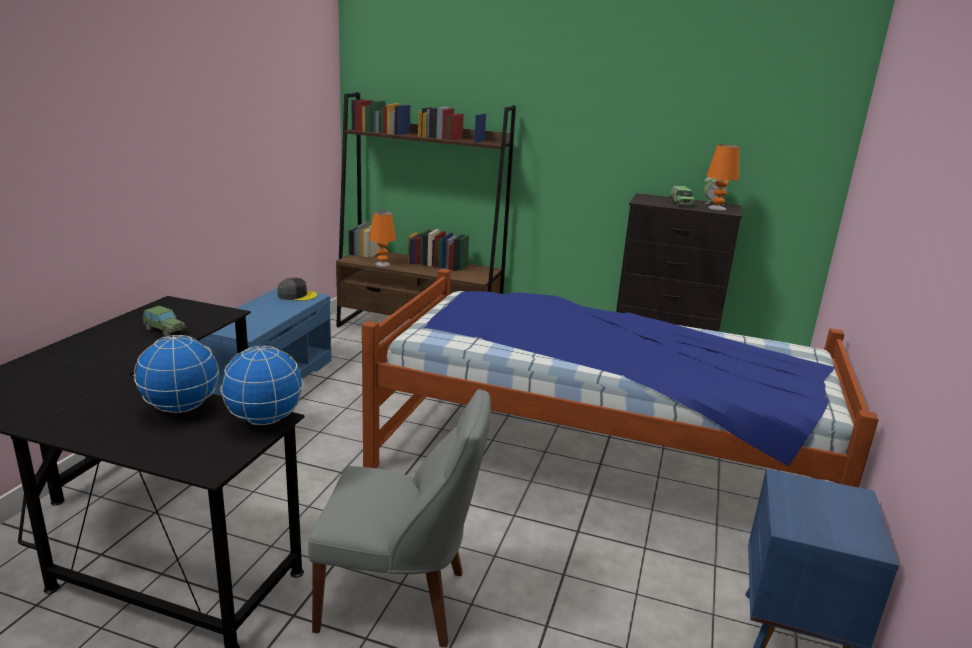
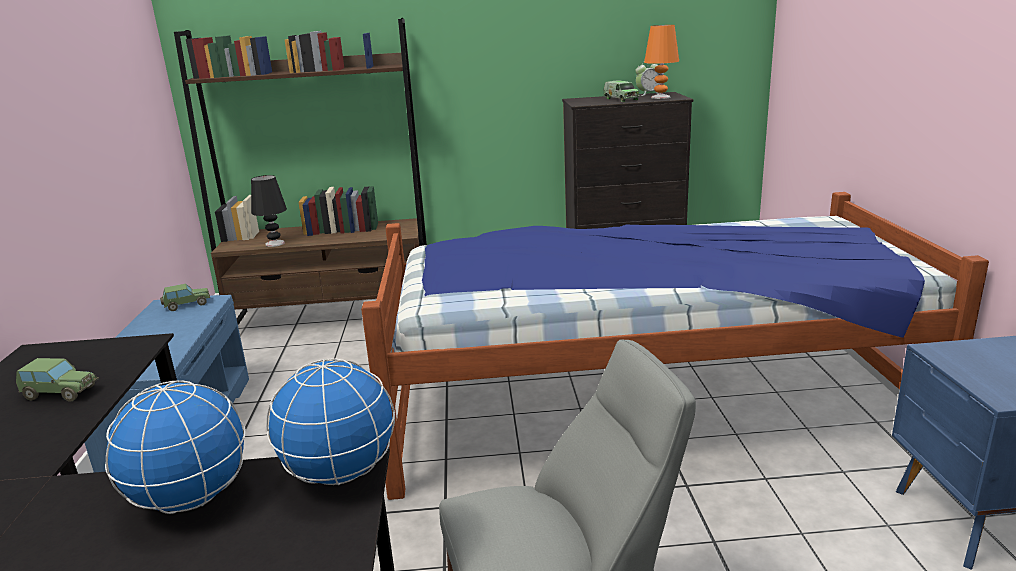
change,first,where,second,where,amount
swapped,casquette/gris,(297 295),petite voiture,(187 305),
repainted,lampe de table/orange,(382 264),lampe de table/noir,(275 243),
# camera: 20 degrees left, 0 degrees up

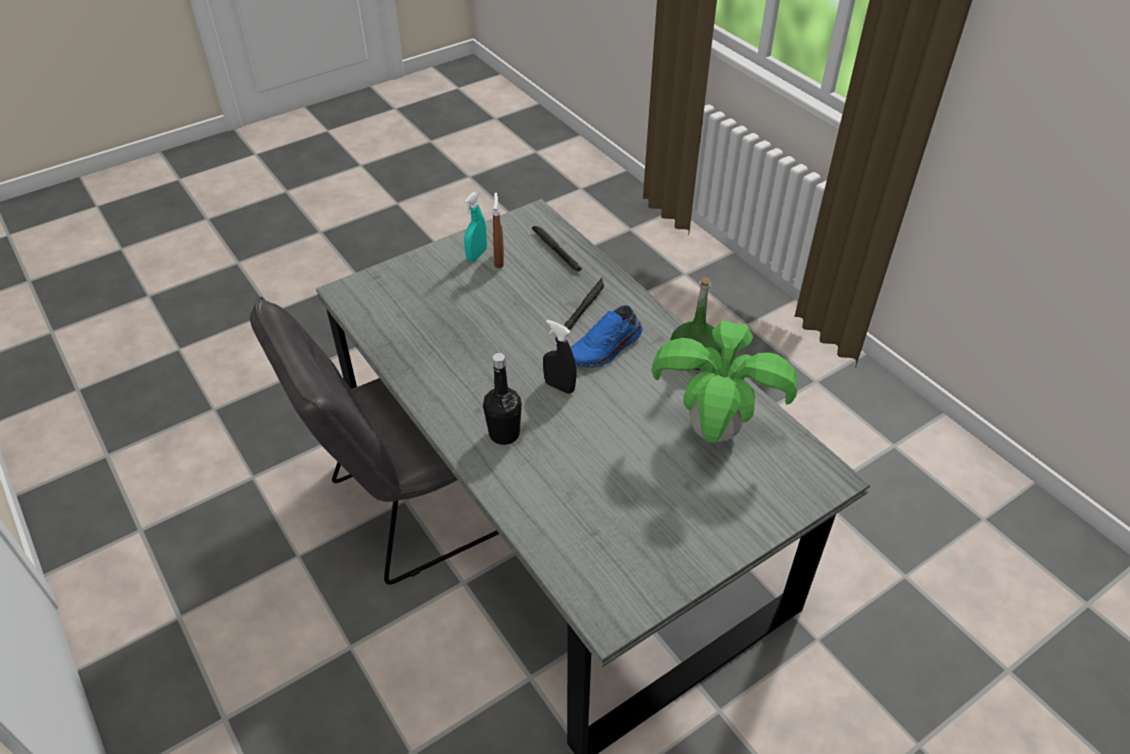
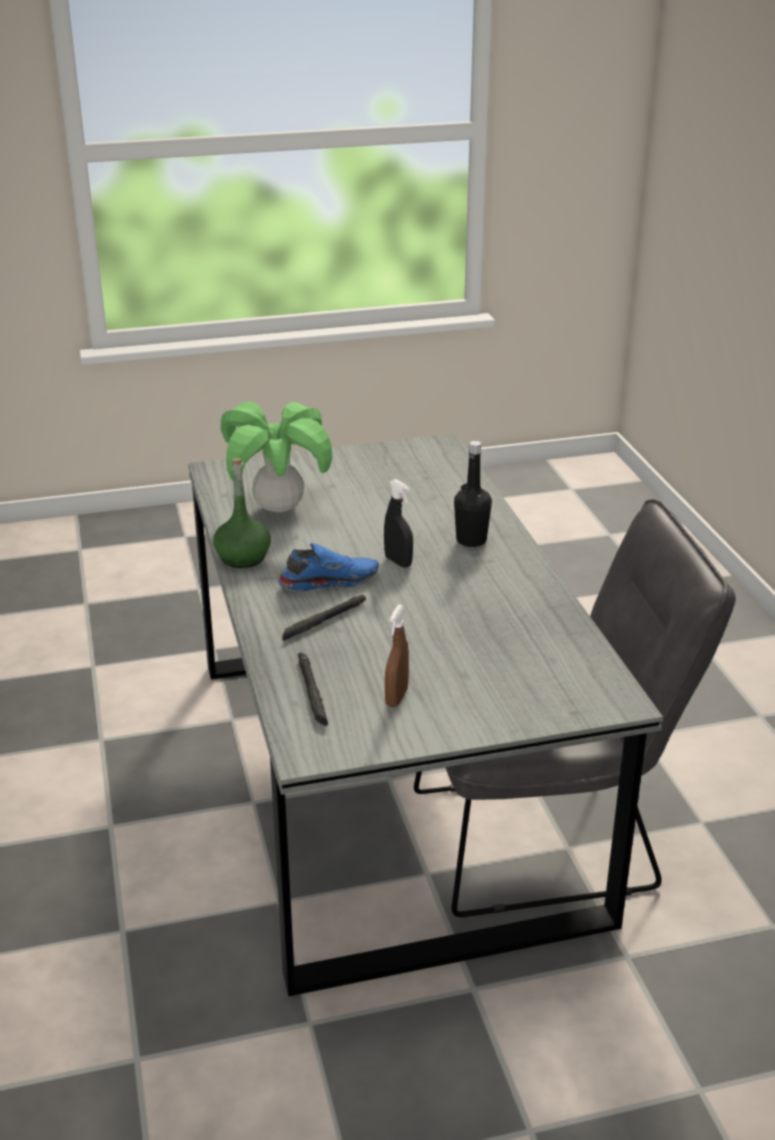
change,first,where,second,where,amount
gone,vaporisateur/turquoise,(476 255),,,
# camera: 160 degrees left, 15 degrees down

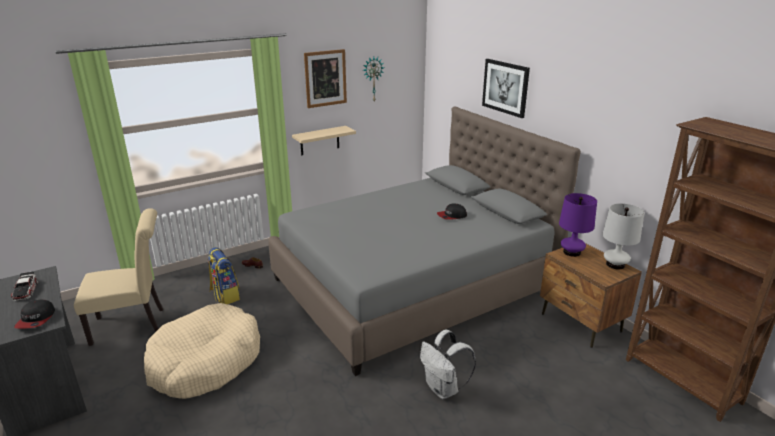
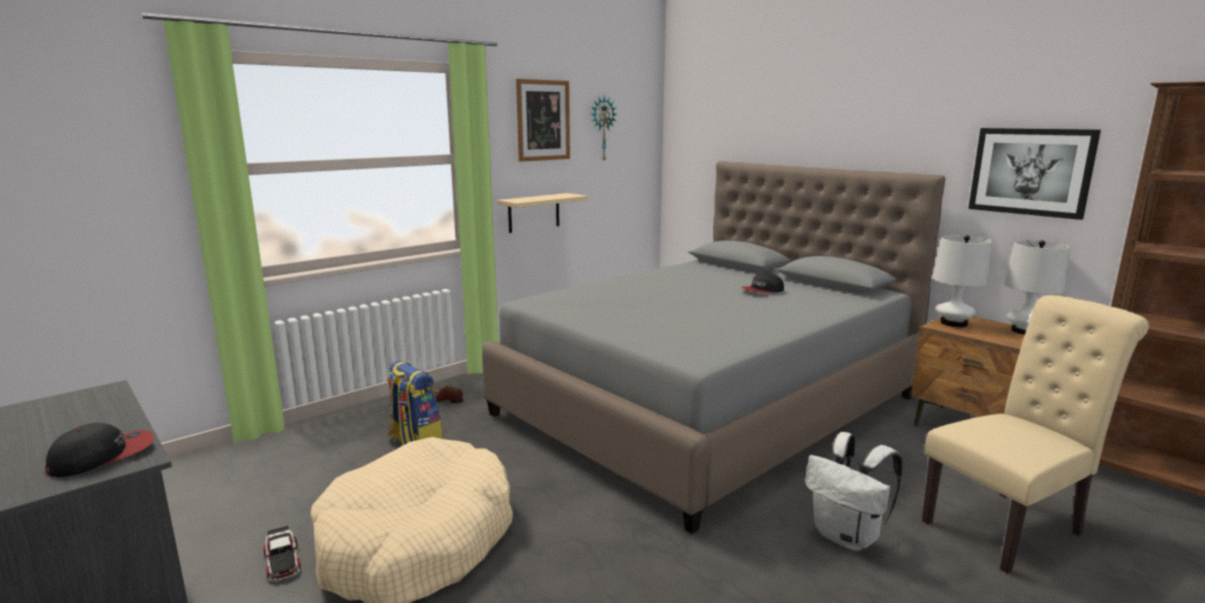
change,first,where,second,where,amount
shifted,petite voiture,(25 290),,(282 561),
shifted,chaise/beige,(133 325),,(1009 526),
shifted,tableau,(505 87),,(1030 171),
repainted,lampe de table/violet,(571 252),lampe de table/blanc,(953 323),
rotated,casquette,(36 319),,(103 456),120 degrees counterclockwise
# camera: 10 degrees left, 10 degrees down

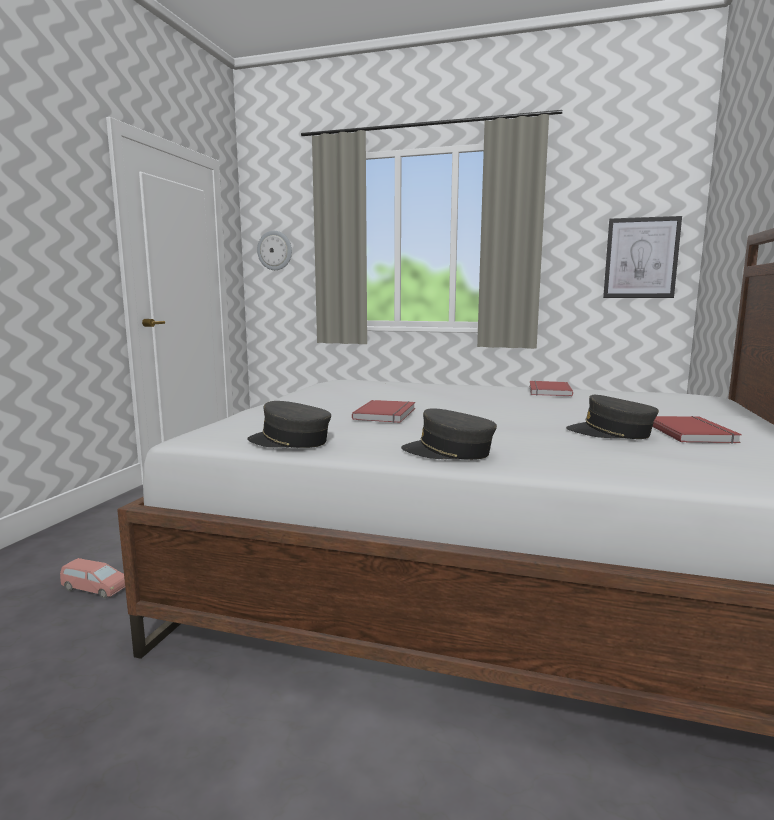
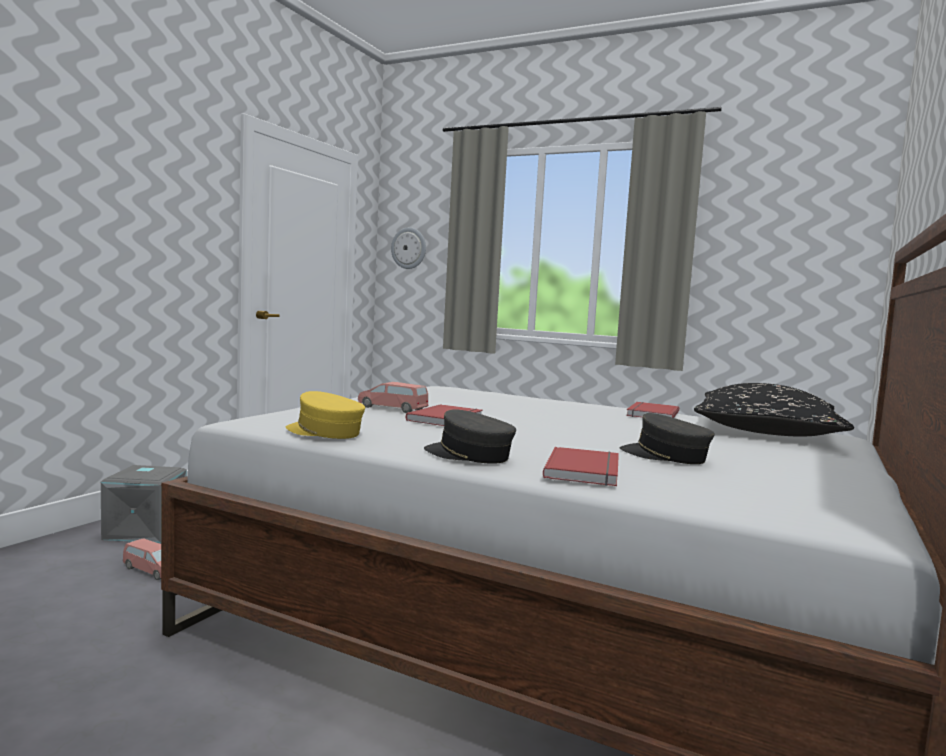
change,first,where,second,where,amount
gone,tableau,(641 258),,,
new,,,boîte de rangement/gris,(144 531),
new,,,petite voiture/rose,(393 409),
new,,,coussin/noir,(766 432),
shifted,livre/rouge,(692 432),,(586 470),
repainted,casquette/gris,(290 441),casquette/jaune,(324 432),
# camera: 10 degrees right, 5 degrees down

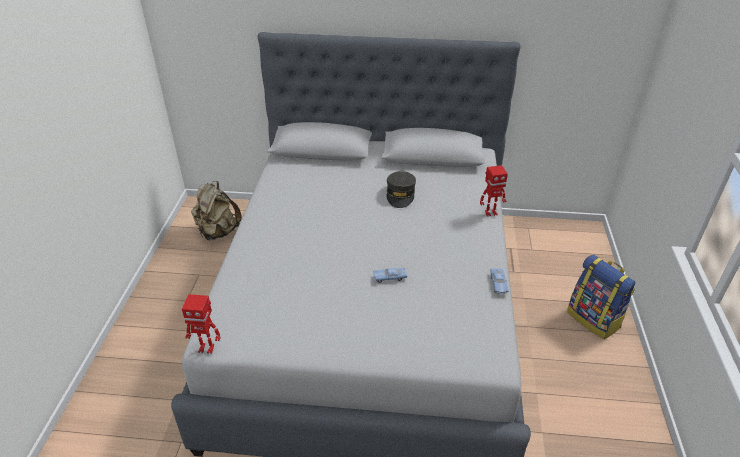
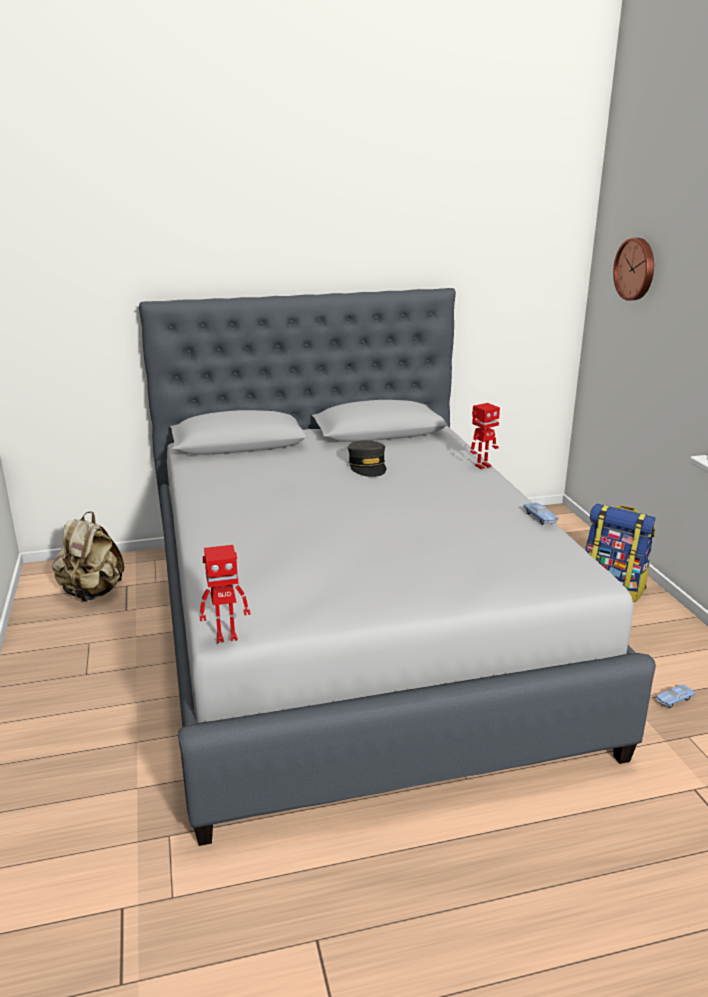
change,first,where,second,where,amount
new,,,horloge murale,(636 269),
shifted,petite voiture/bleu,(389 277),,(674 699),
# camera: 20 degrees left, 15 degrees down

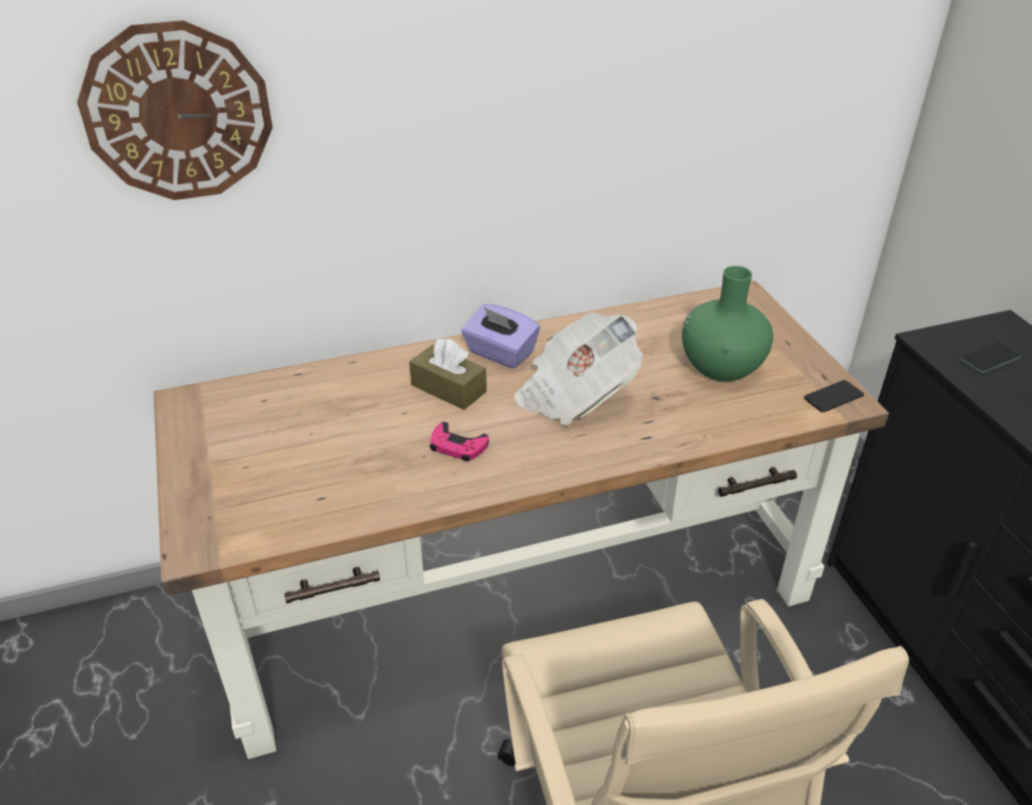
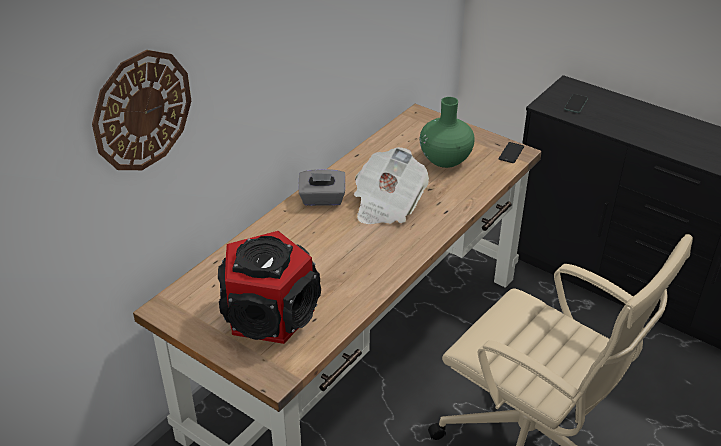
change,first,where,second,where,amount
gone,boîte à mouchoirs/marron,(448 388),,,
gone,manette/rose,(457 446),,,
new,,,enceinte,(270 314),
repainted,boîte à mouchoirs/violet,(500 353),boîte à mouchoirs/gris,(322 199),
# camera: 35 degrees left, 0 degrees up

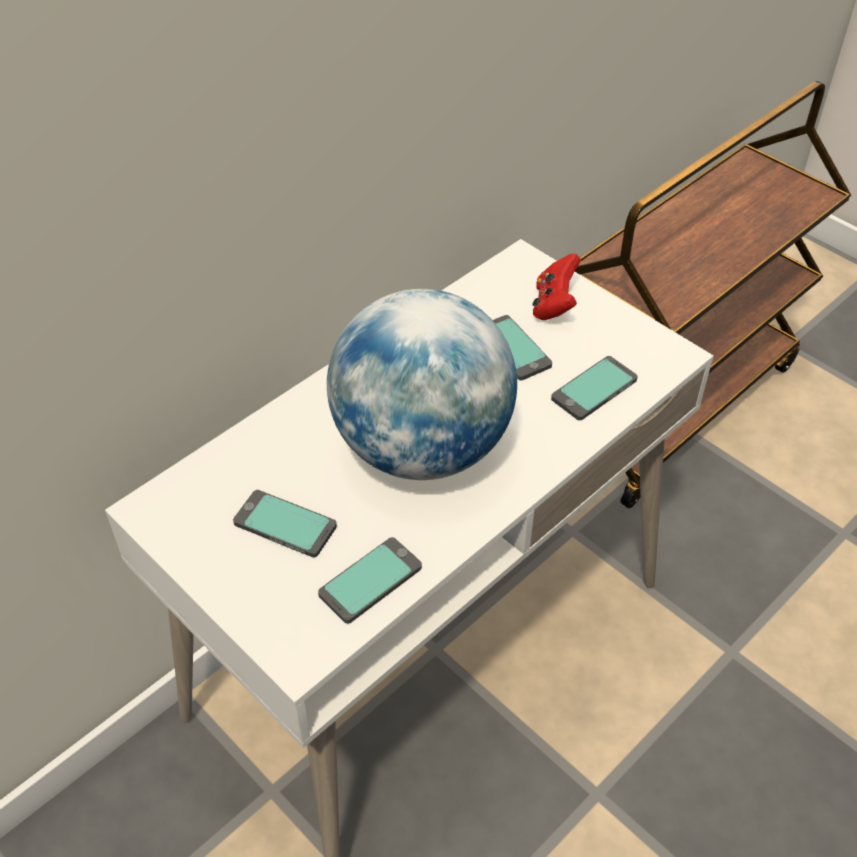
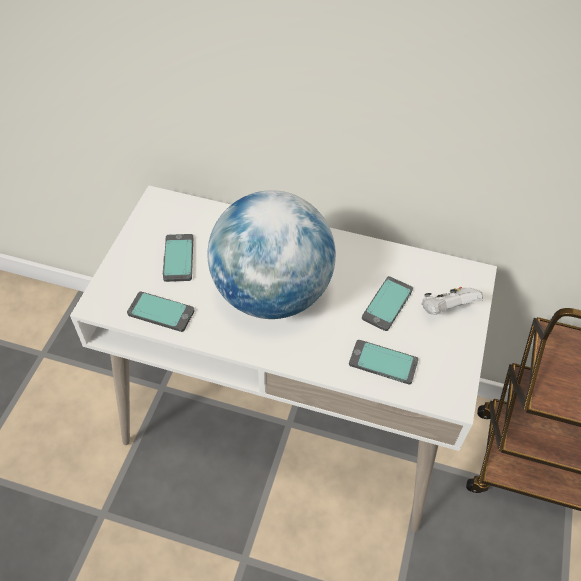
change,first,where,second,where,amount
repainted,manette/rouge,(554 305),manette/blanc,(446 310),
# camera: 60 degrees right, 5 degrees up

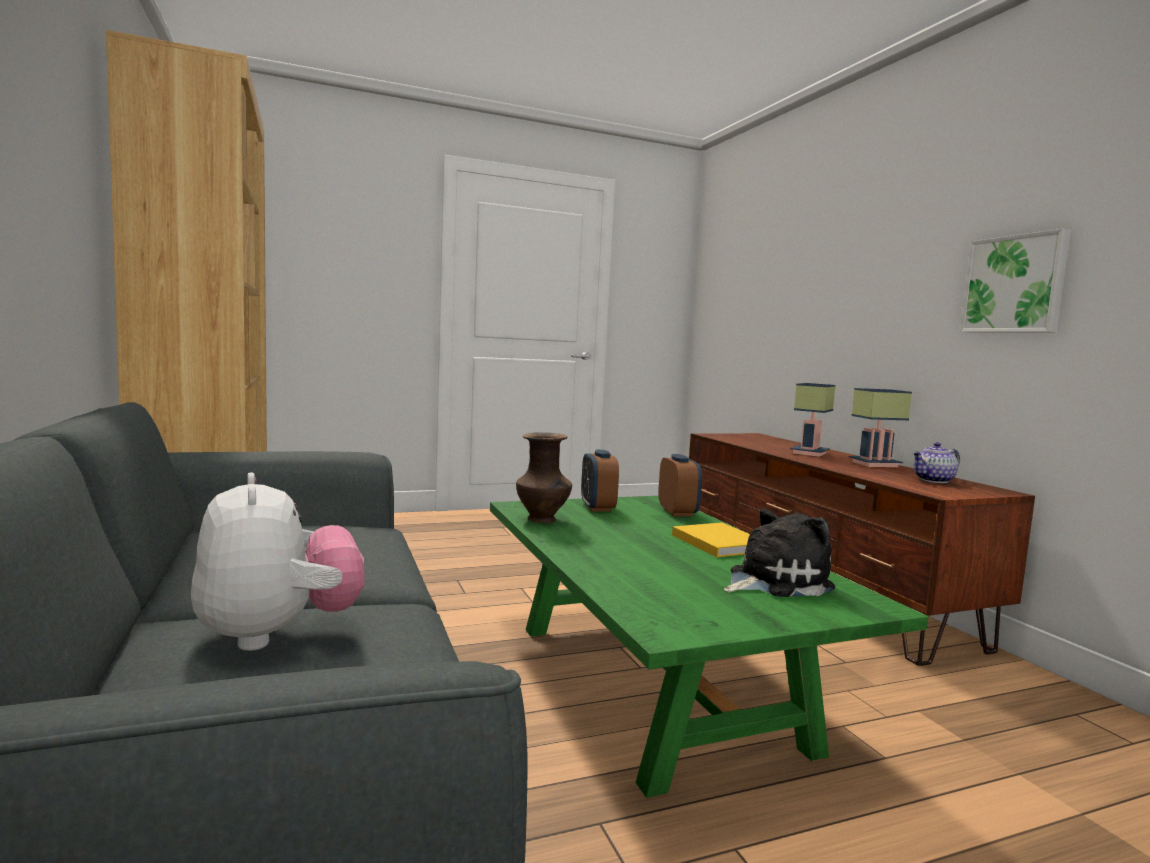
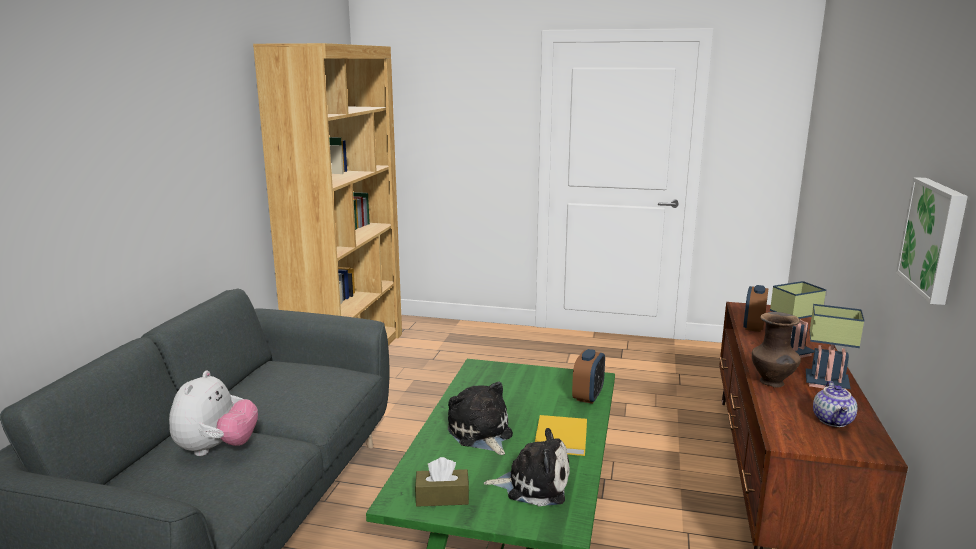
change,first,where,second,where,amount
new,,,boîte à mouchoirs/marron,(442 497),
new,,,peluche,(481 434),
shifted,vase/marron,(543 520),,(772 383),
shifted,réveil,(597 507),,(753 327),
rotated,théière,(934 480),,(833 421),90 degrees counterclockwise
# camera: 35 degrees right, 10 degrees up

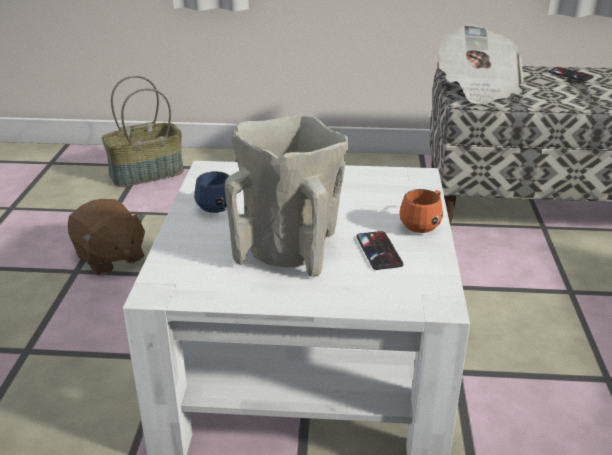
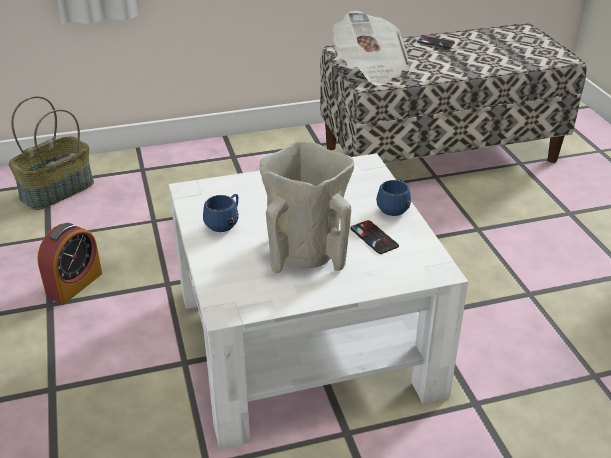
change,first,where,second,where,amount
swapped,peluche/marron,(109 258),réveil,(74 284),
repainted,mug/orange,(423 224),mug/bleu,(394 207),
# camera: 20 degrees left, 5 degrees up

